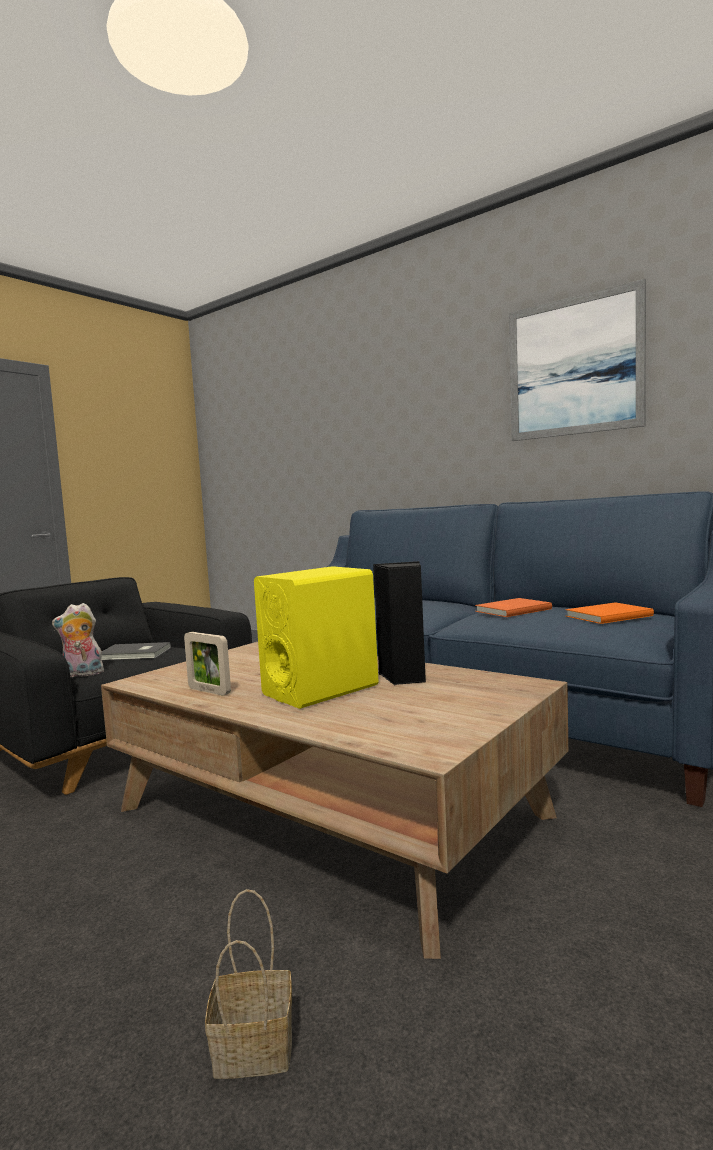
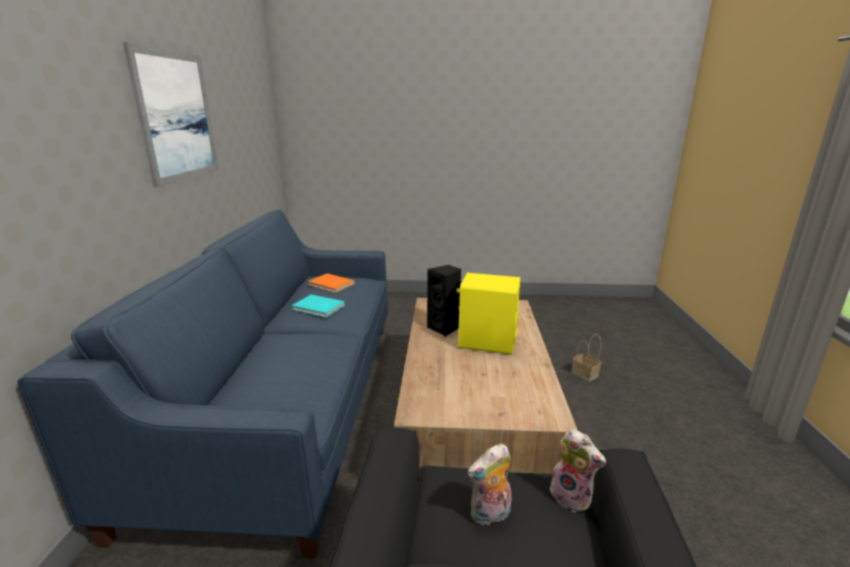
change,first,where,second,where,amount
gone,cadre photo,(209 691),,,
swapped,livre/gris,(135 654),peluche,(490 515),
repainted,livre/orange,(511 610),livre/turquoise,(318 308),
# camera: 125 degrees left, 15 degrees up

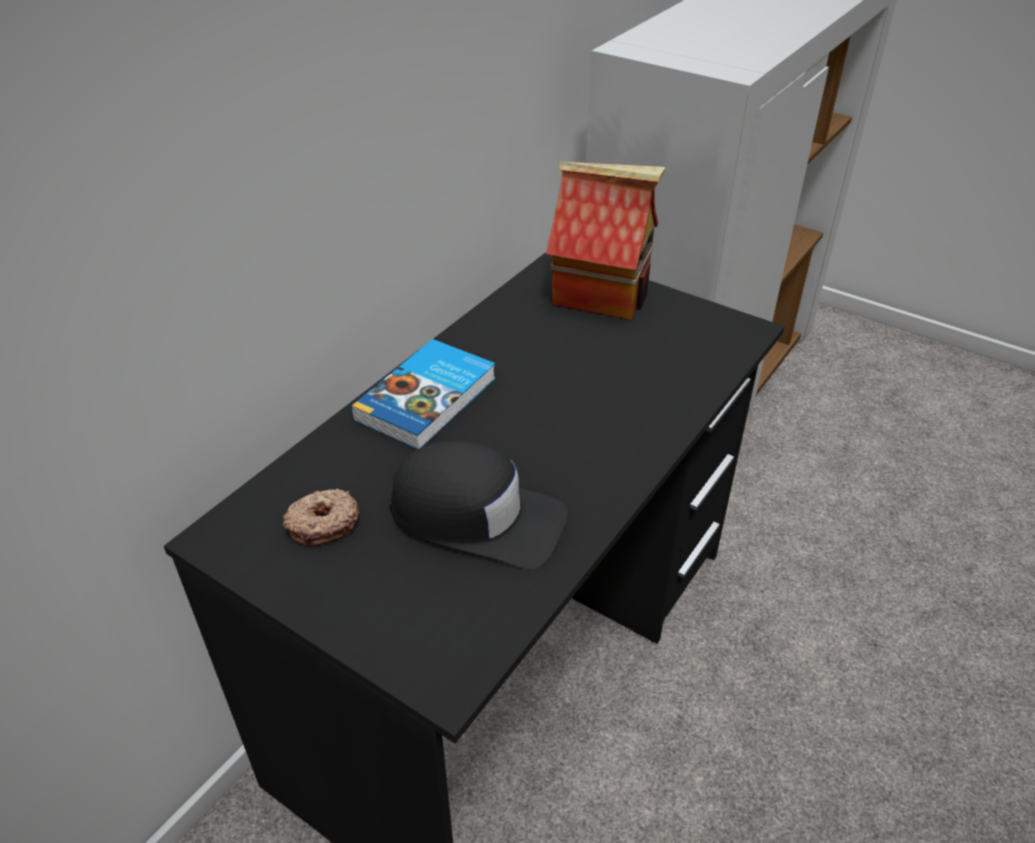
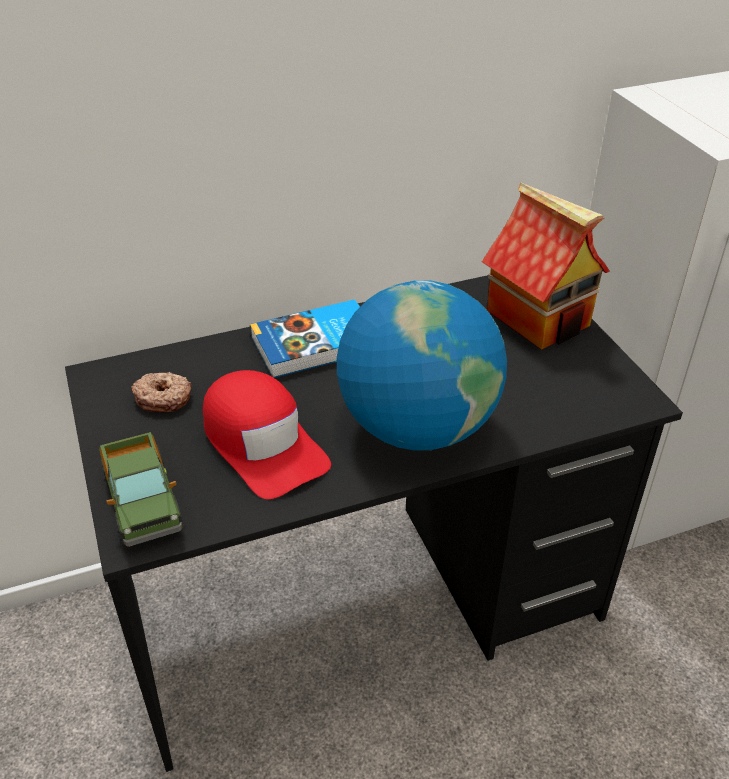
change,first,where,second,where,amount
new,,,camion jouet,(143 501),
new,,,globe,(417 427),
repainted,casquette/noir,(477 517),casquette/rouge,(263 443),
# camera: 35 degrees right, 0 degrees up

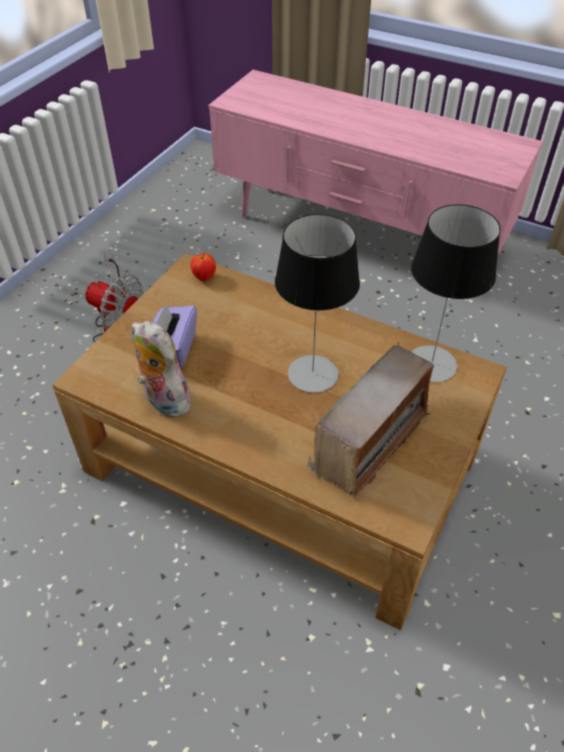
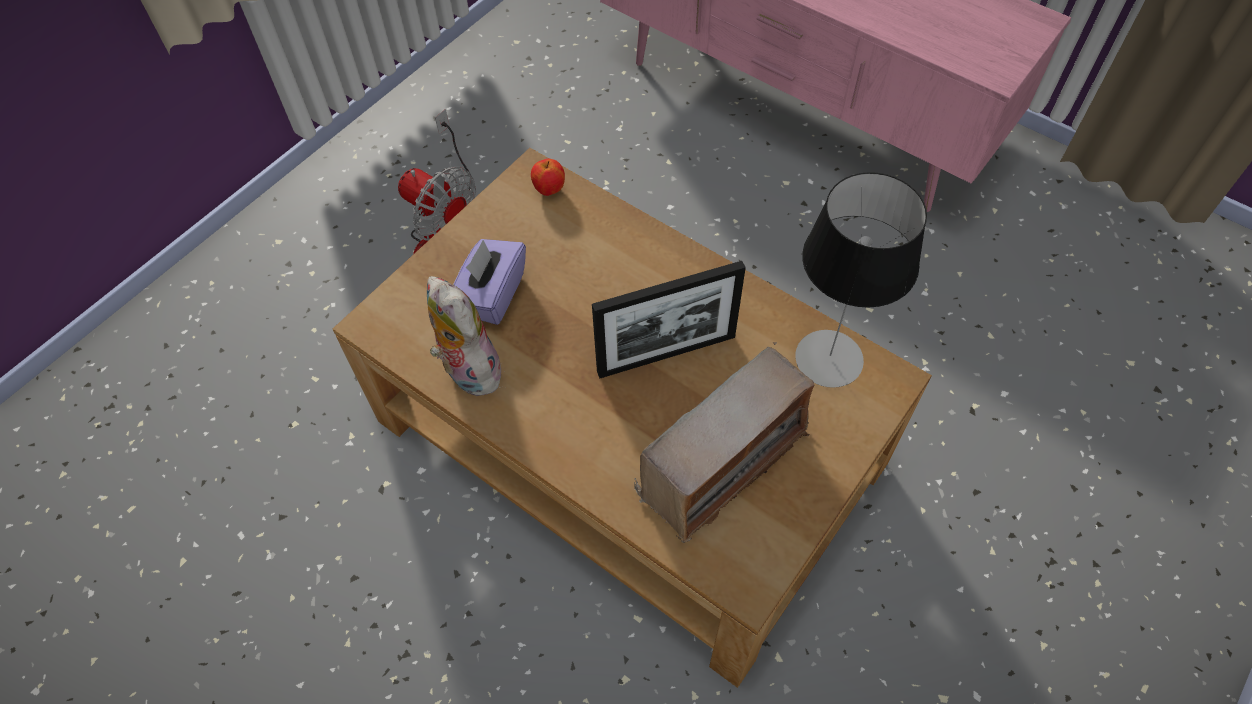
change,first,where,second,where,amount
swapped,lampe de table,(312 374),cadre photo,(666 354),
# camera: 10 degrees right, 10 degrees up

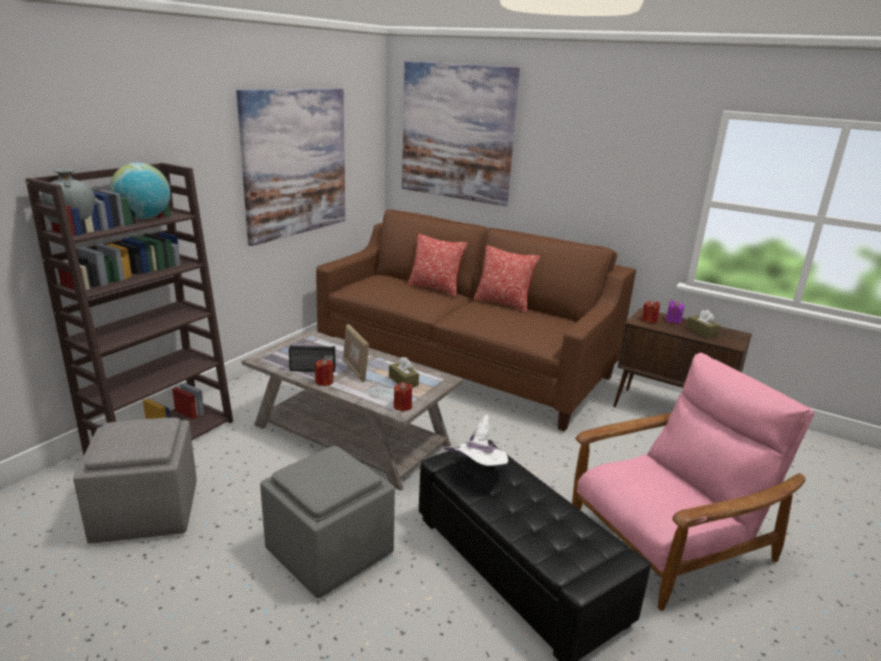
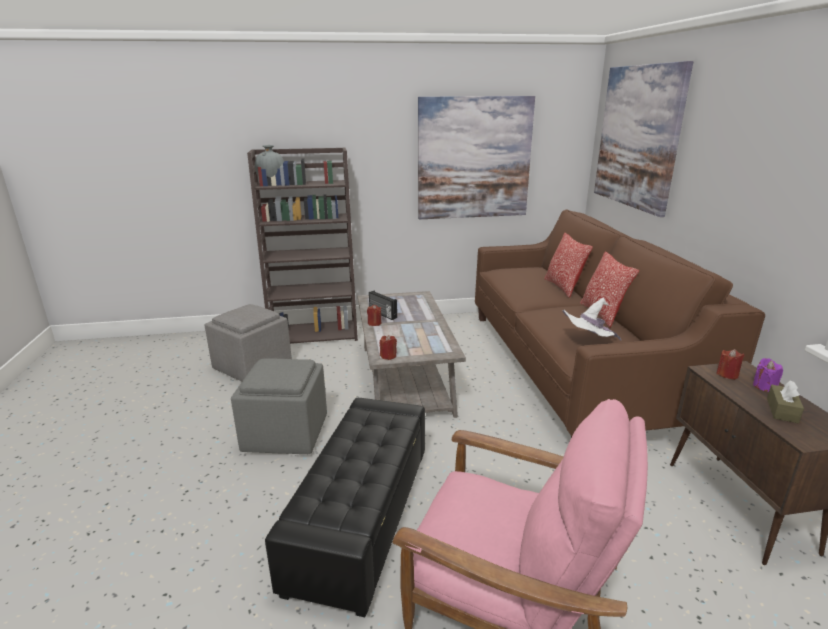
change,first,where,second,where,amount
gone,globe,(144 218),,,
gone,cadre photo,(355 370),,,
gone,boîte à mouchoirs/marron,(403 381),,,
shifted,chapeau/blanc,(477 473),,(587 343),
# camera: 50 degrees right, 0 degrees up

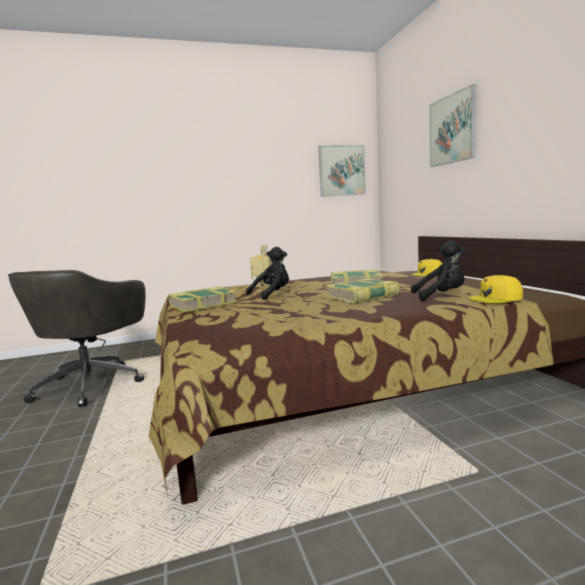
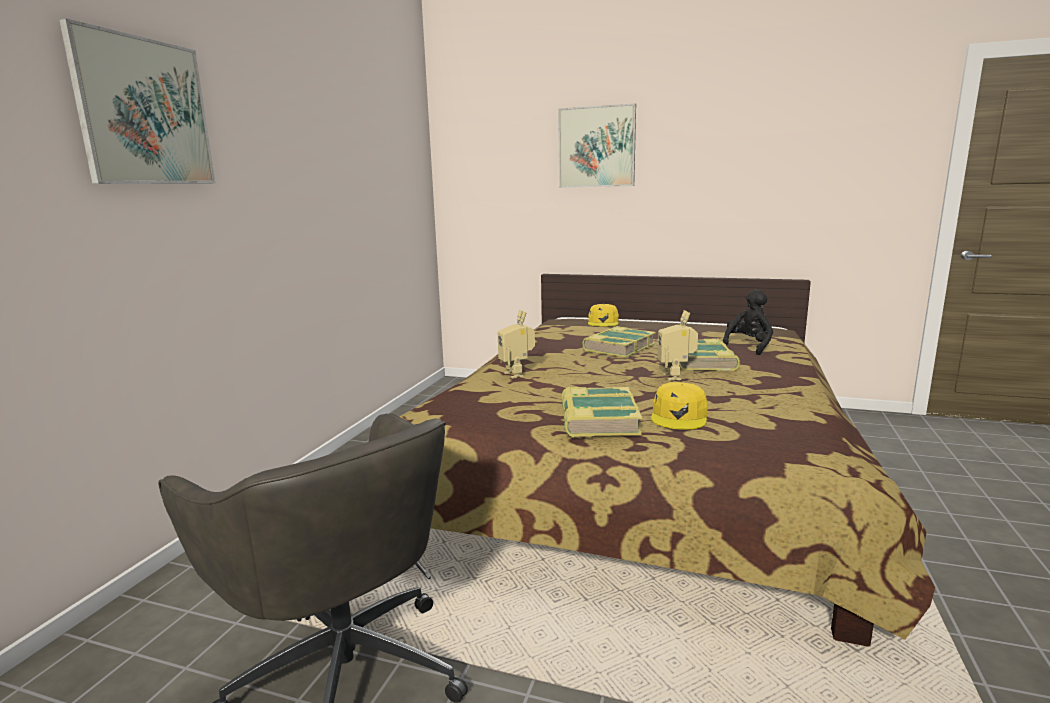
change,first,where,second,where,amount
gone,peluche/noir,(272 294),,,
new,,,robot jouet,(676 376),
shifted,tableau,(342 170),,(144 112),
shifted,casquette/jaune,(496 298),,(679 416),
# camera: 55 degrees left, 5 degrees up

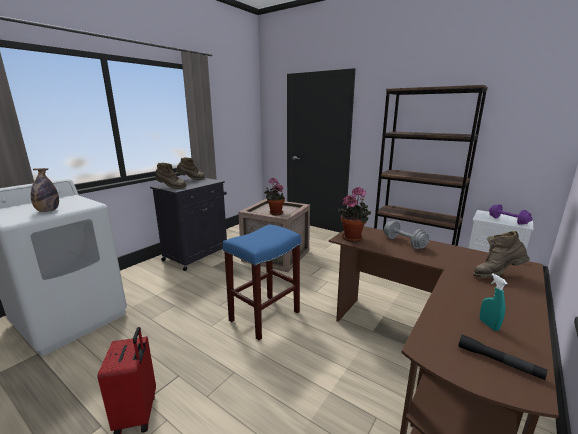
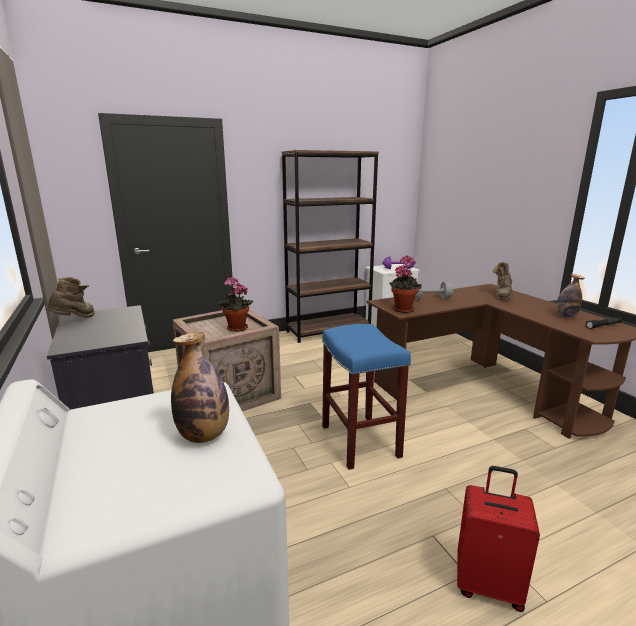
change,first,where,second,where,amount
gone,botte/marron,(171 188),,,
swapped,vaporisateur/turquoise,(488 325),bouteille,(565 316),
# camera: 60 degrees left, 0 degrees up

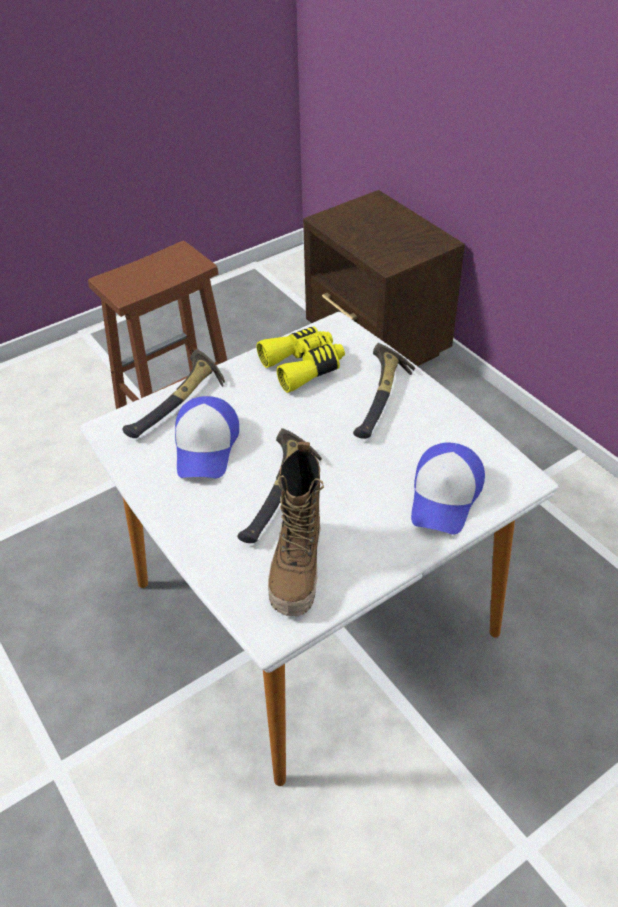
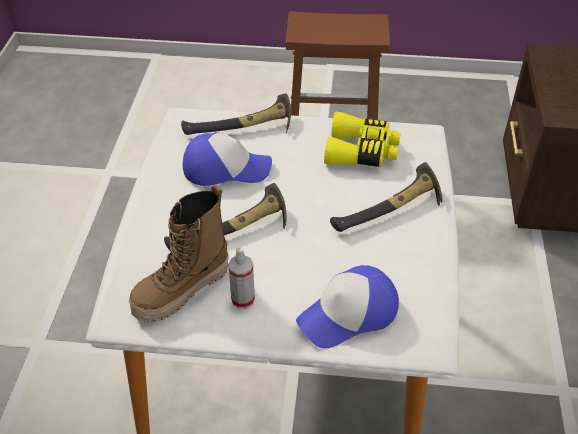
change,first,where,second,where,amount
new,,,vaporisateur,(243 299),
rotated,casquette,(206 446),,(226 168),135 degrees counterclockwise
# camera: 40 degrees right, 0 degrees up

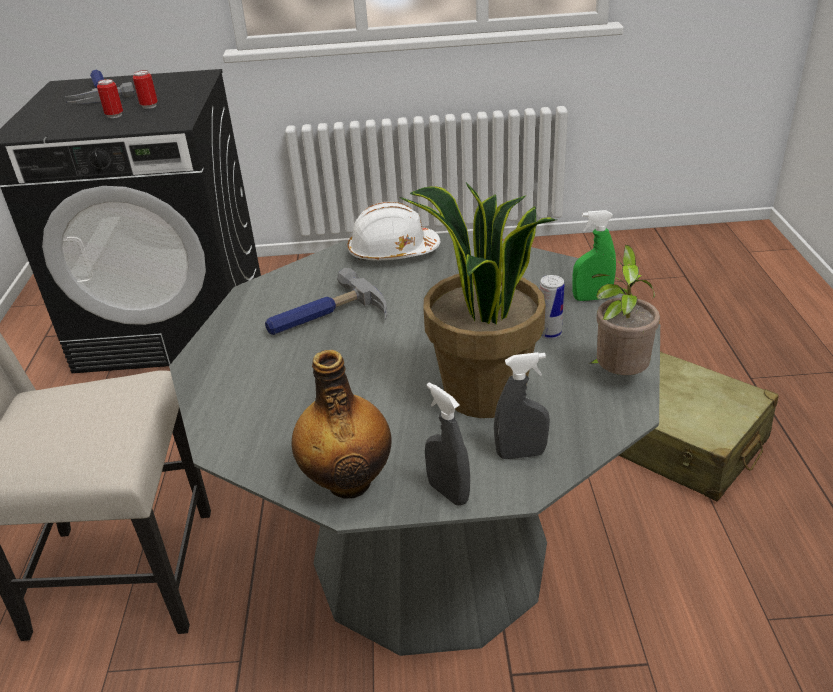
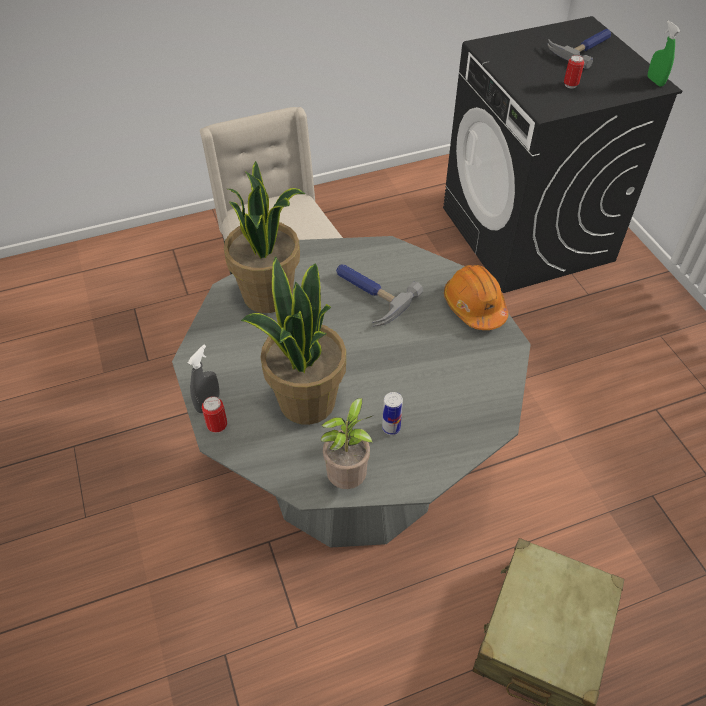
change,first,where,second,where,amount
gone,bouteille,(348 481),,,
gone,vaporisateur/gris,(521 454),,,
new,,,plante en pot,(269 295),
shifted,boîte métallique,(114 115),,(217 426),
shifted,vaporisateur/vert,(591 298),,(655 81),
repainted,casque de chantier/blanc,(392 252),casque de chantier/orange,(474 306),
# camera: 70 degrees right, 15 degrees up

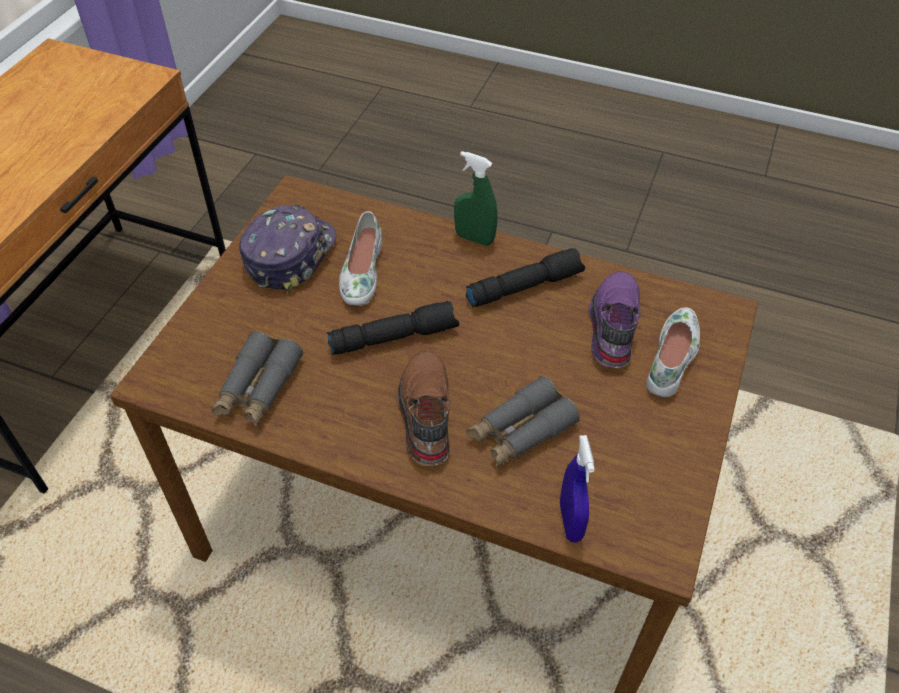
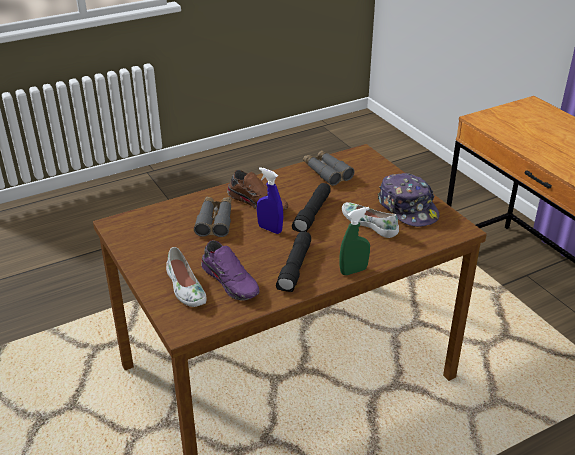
change,first,where,second,where,amount
shifted,vaporisateur/bleu,(570 521),,(270 229),
# camera: 130 degrees right, 15 degrees down

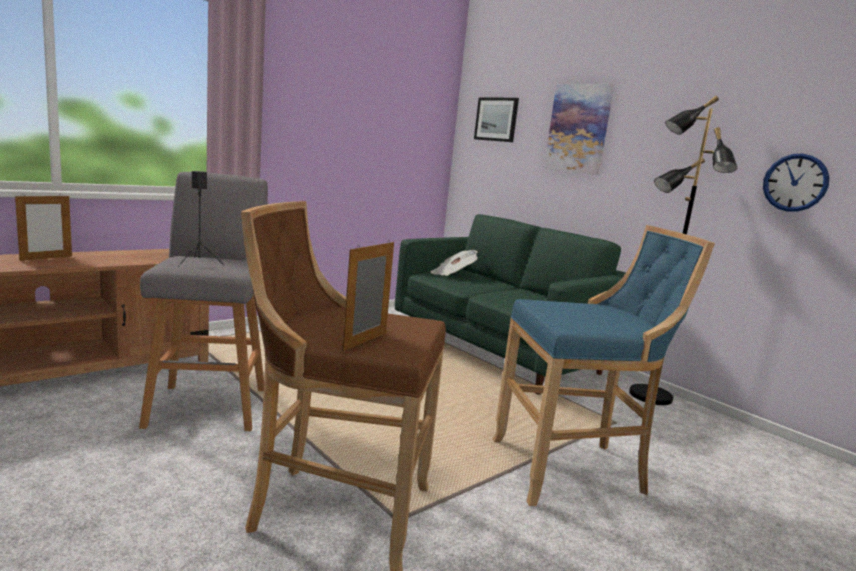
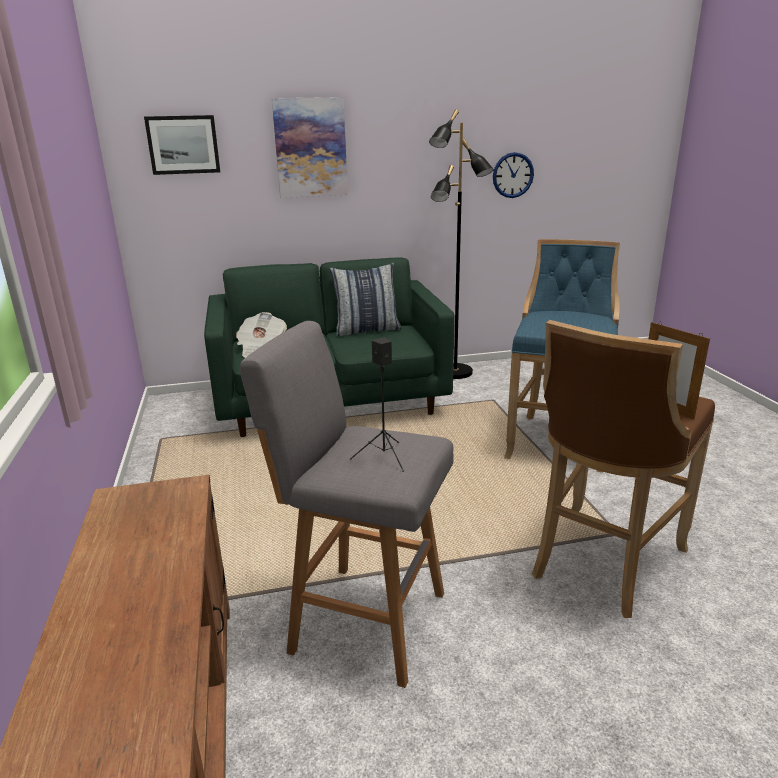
change,first,where,second,where,amount
gone,cadre photo,(46 258),,,
new,,,coussin,(366 330),
# camera: 60 degrees left, 10 degrees up

